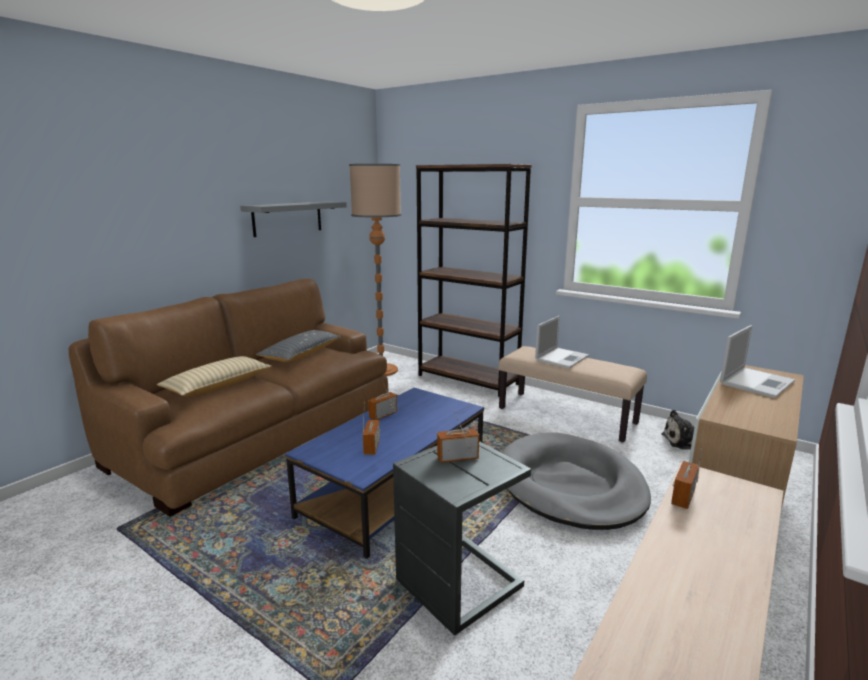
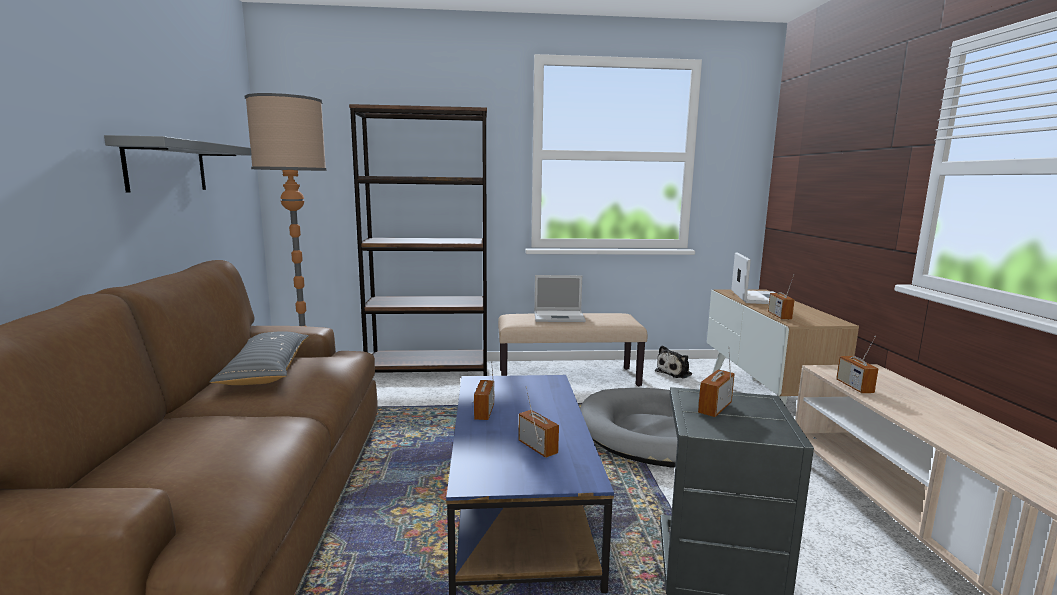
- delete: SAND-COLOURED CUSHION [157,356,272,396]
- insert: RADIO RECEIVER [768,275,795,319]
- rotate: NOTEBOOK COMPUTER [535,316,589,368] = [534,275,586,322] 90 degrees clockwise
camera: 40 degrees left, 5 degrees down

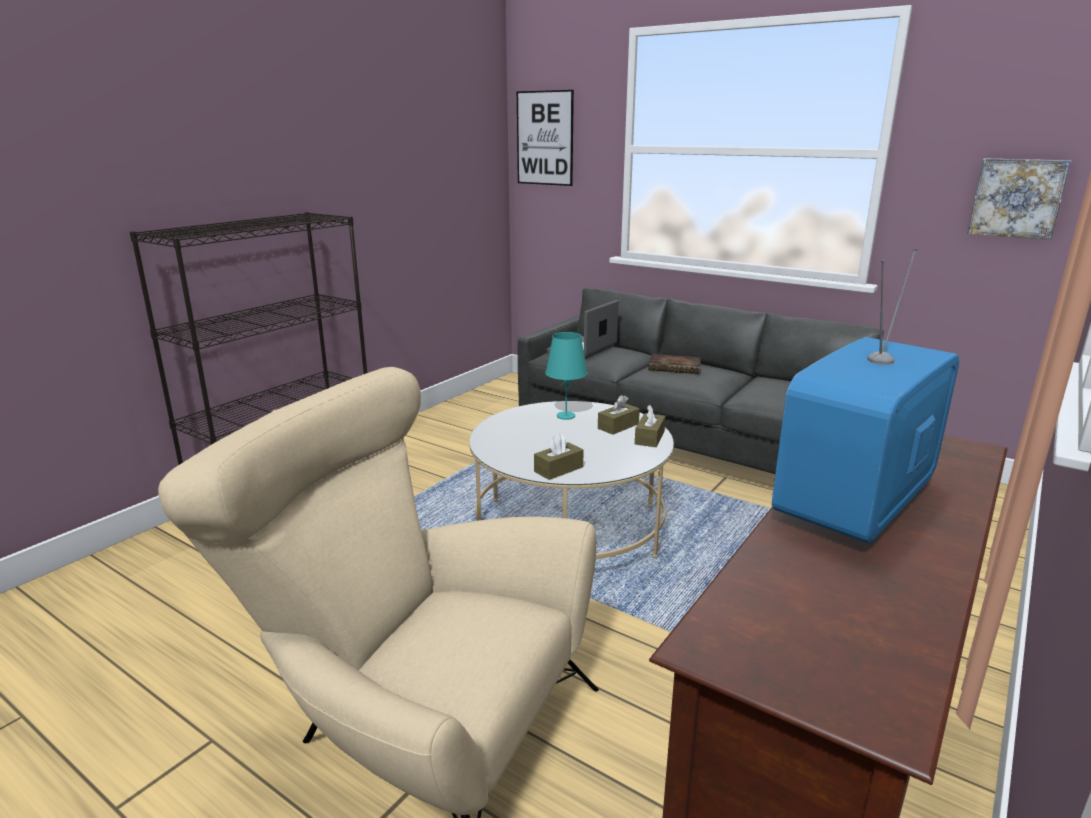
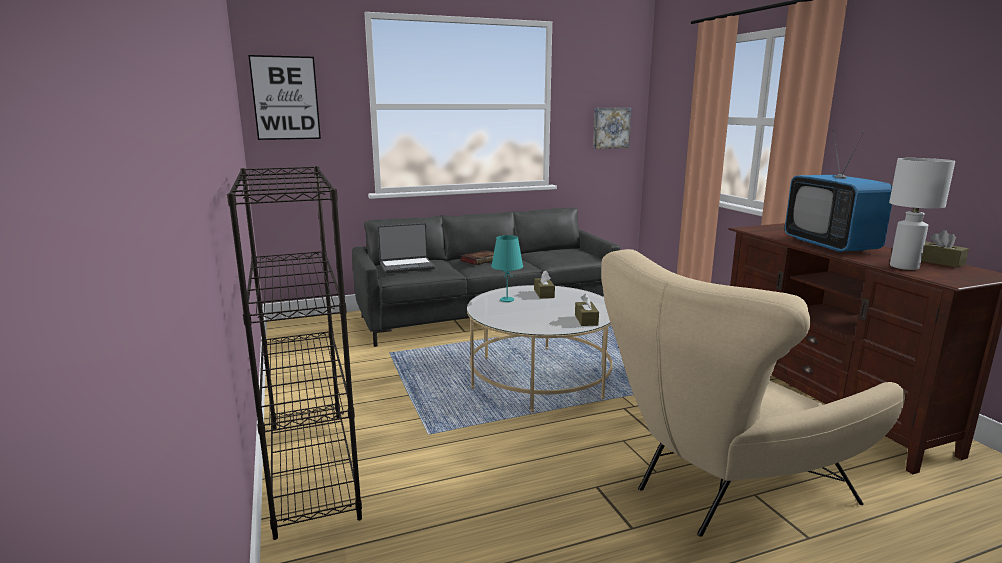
- insert: WHITISH TABLE LAMP [889,158,955,270]
- move: BROWN TISSUE HOLDER [635,405,666,447] to [921,230,969,268]
- rotate: NOTEBOOK COMPUTER [547,300,618,359] = [378,223,435,273] 90 degrees counterclockwise
camera: 55 degrees left, 5 degrees down

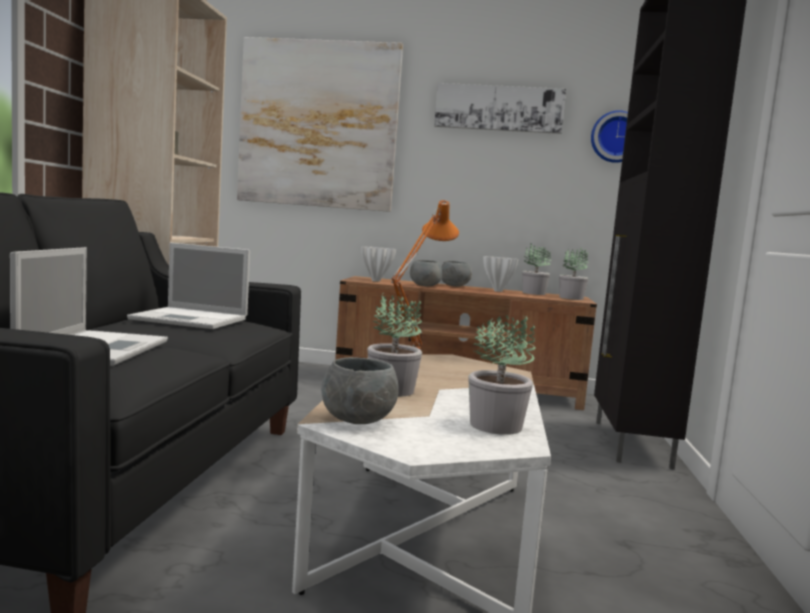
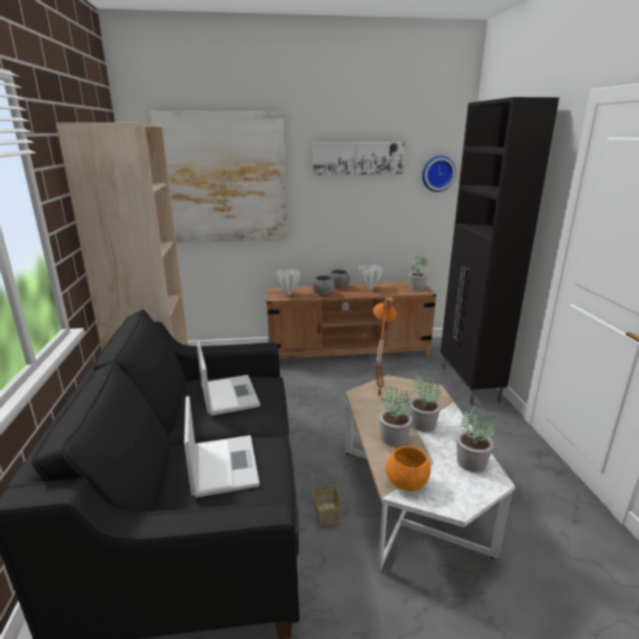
- insert: BASKET [311,467,342,527]
- move: POTTED PLANT [522,244,551,295] to [409,373,442,432]
- recolor: GREYISH DEEP DISH [321,357,399,424] to ORANGE DEEP DISH [386,446,431,491]
- rotate: NOTEBOOK COMPUTER [127,243,250,329] = [197,342,260,416] 105 degrees counterclockwise
camera: 15 degrees left, 15 degrees up

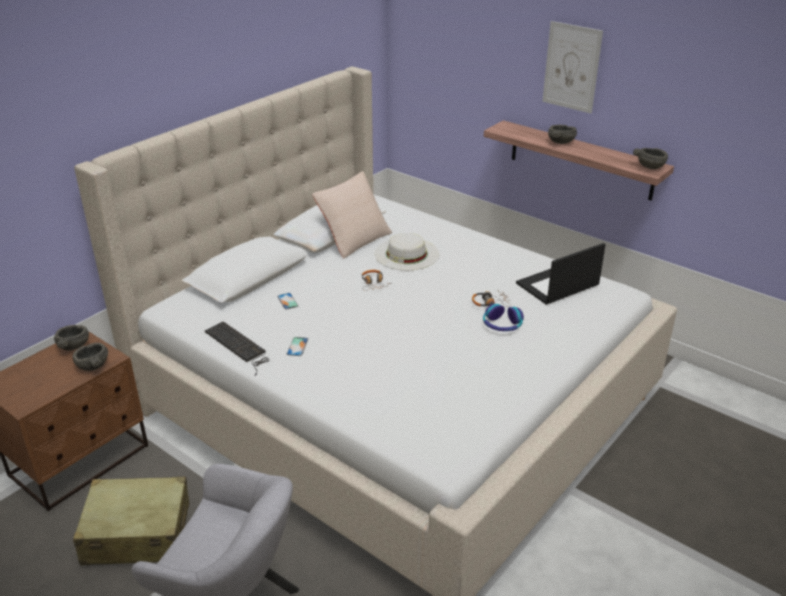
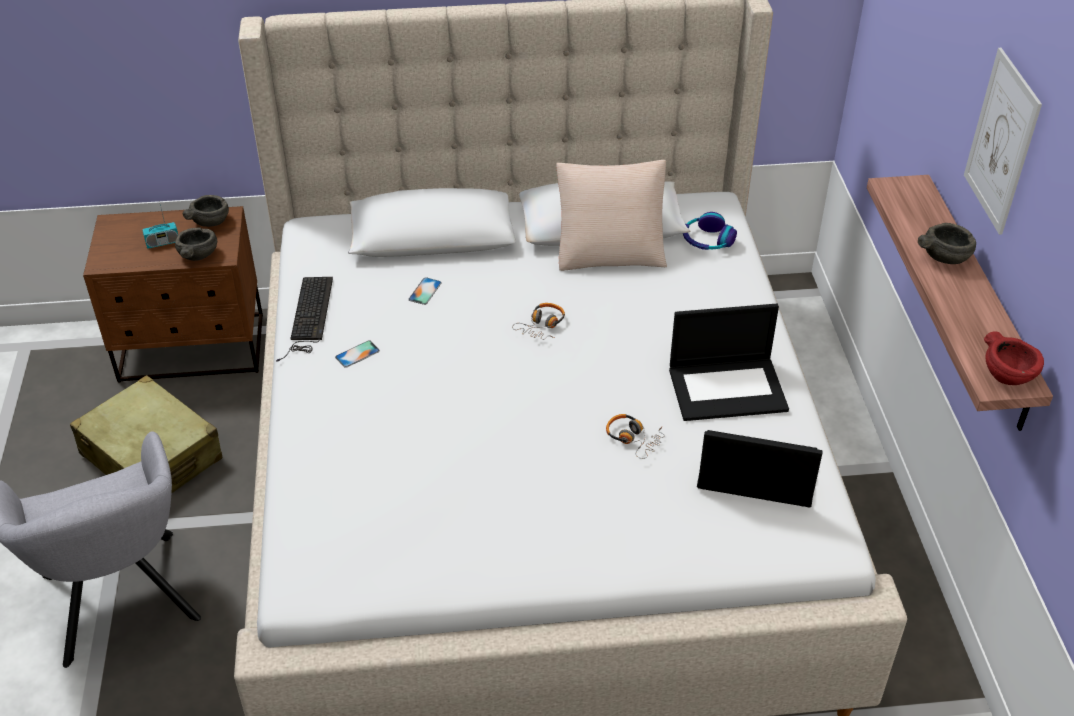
- delete: WHITISH WEARABLE HAT [374,233,439,270]
- insert: RADIO RECEIVER [142,201,178,249]
- insert: NOTEBOOK COMPUTER [669,304,789,421]
- move: PAIR OF HEADPHONES [483,304,524,331] to [683,212,737,250]
- recolor: GREYISH DEEP DISH [633,148,668,169] to REDDISH DEEP DISH [984,331,1044,385]
camera: 45 degrees right, 10 degrees up

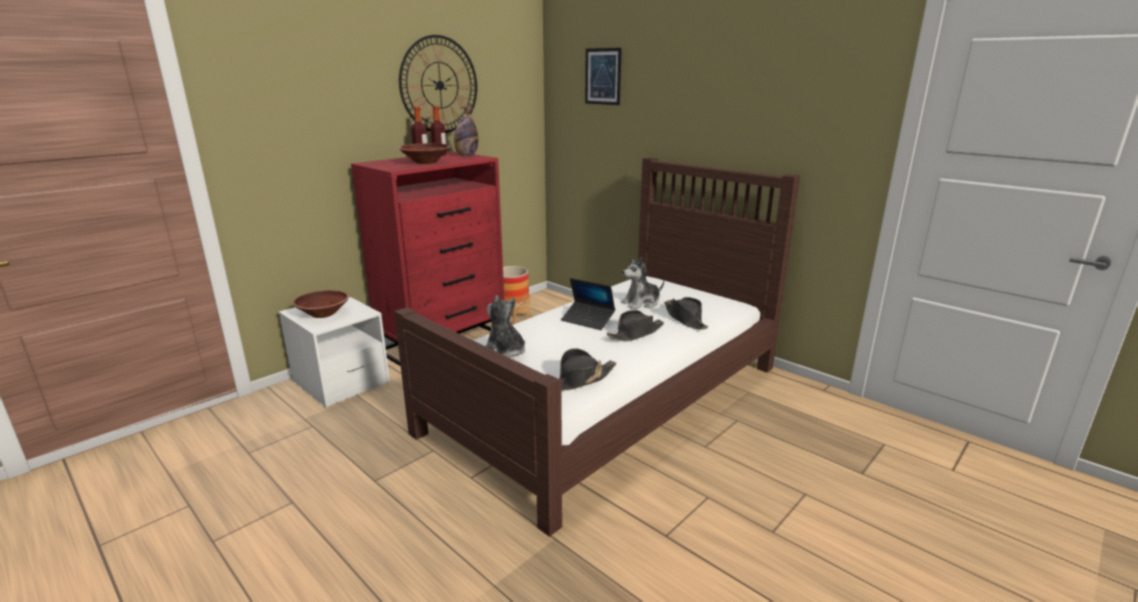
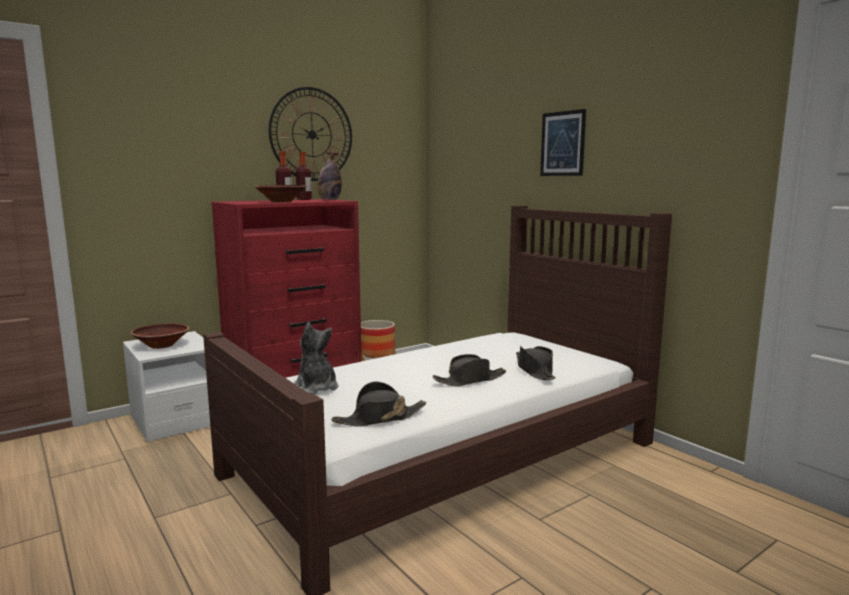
- delete: NOTEBOOK COMPUTER [561,278,615,330]
- delete: CUDDLY TOY [621,257,664,309]
- move: WALL PICTURE [585,48,622,105] to [540,109,586,176]
camera: 10 degrees right, 10 degrees down

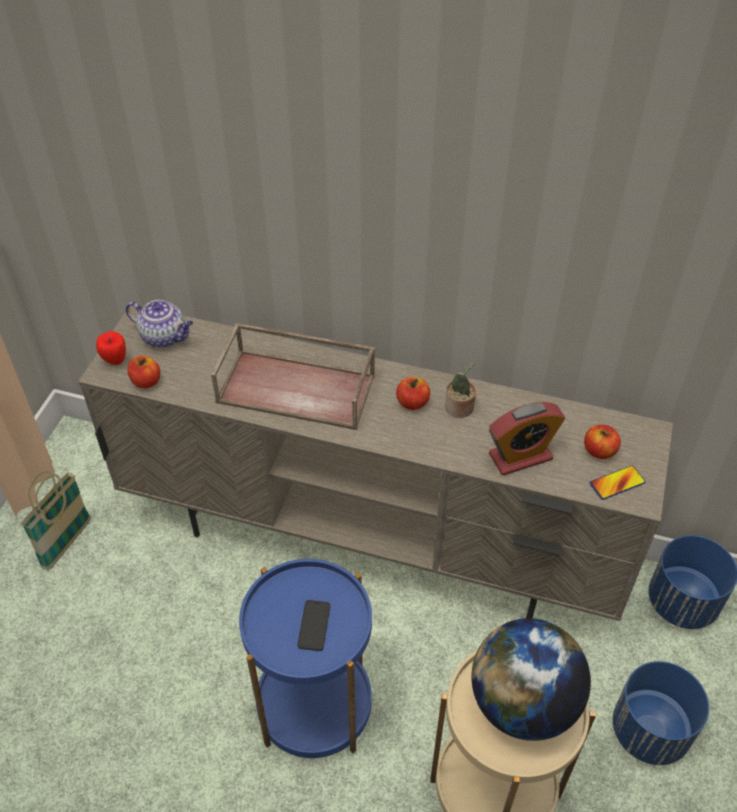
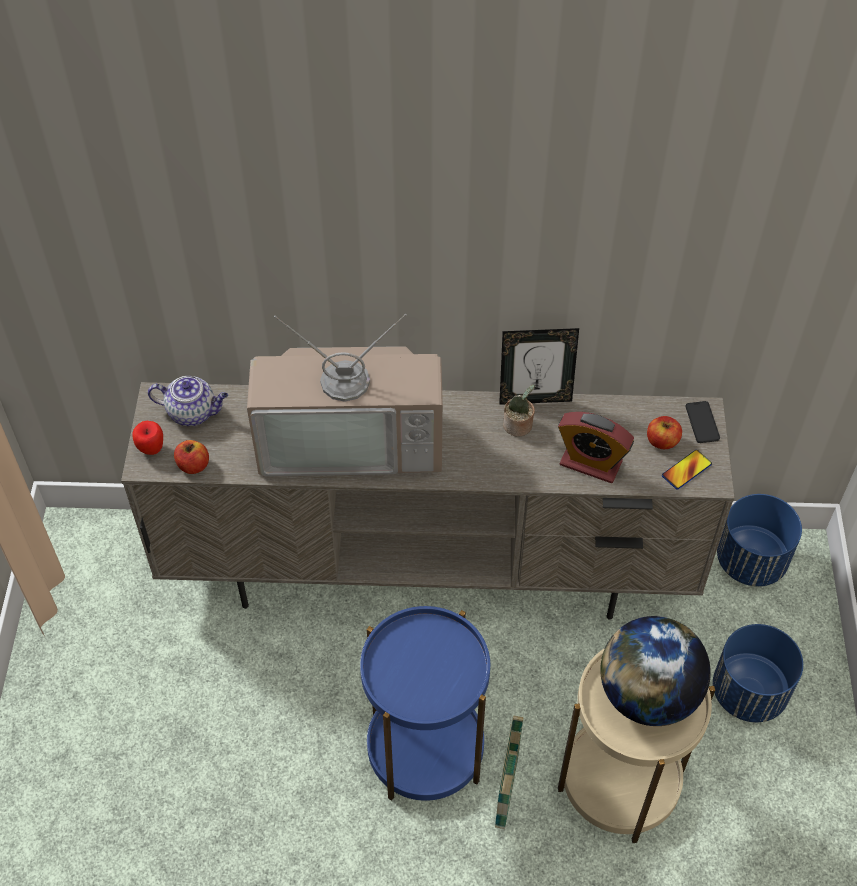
- delete: WHOLE APPLE [396,377,430,410]
- insert: PHOTO FRAME [499,328,579,405]
- move: BASKET [21,471,91,570] to [495,715,524,829]
- move: PHONE [297,600,331,651] to [685,401,720,443]
- replace: BROWN TRAY [211,323,375,430] to TELEVISION [247,314,443,476]
- rotate: ALARM CLOCK [489,402,565,475] = [558,412,634,483] 60 degrees clockwise
camera: 15 degrees left, 5 degrees up

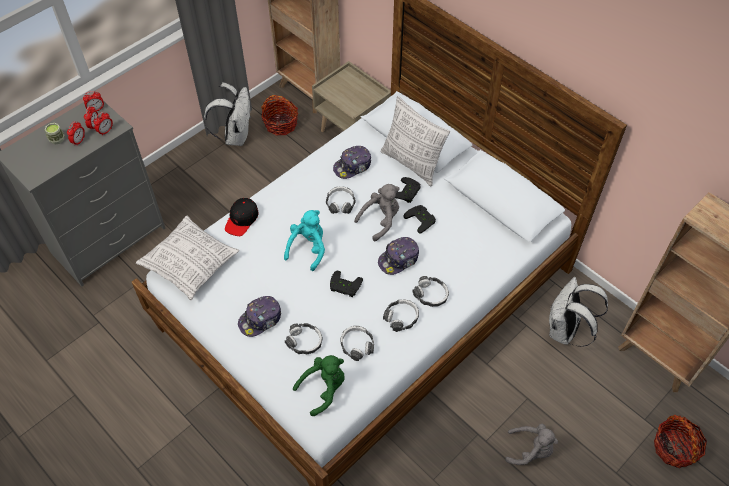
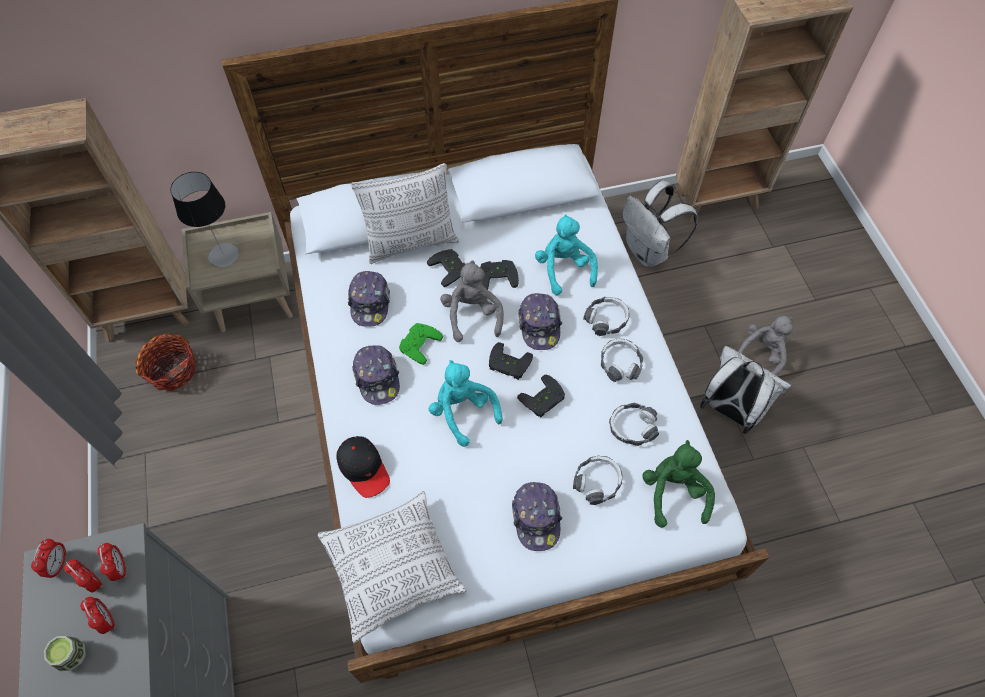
- delete: BASKET [654,415,707,468]
- insert: TABLE LAMP [171,172,239,267]
- insert: PEAKED CAP [352,345,400,405]
- insert: BLACK-COLOURED GAMEPAD [489,342,533,380]
- insert: BLUE-GREEN CUDDLY TOY [535,214,598,295]
- move: WHITISH RUCKSACK [204,82,251,146] to [700,346,791,434]
- replace: PAIR OF HEADPHONES [326,186,356,214] to GREEN-COLOURED GAMEPAD [399,323,443,365]
camera: 60 degrees left, 5 degrees up

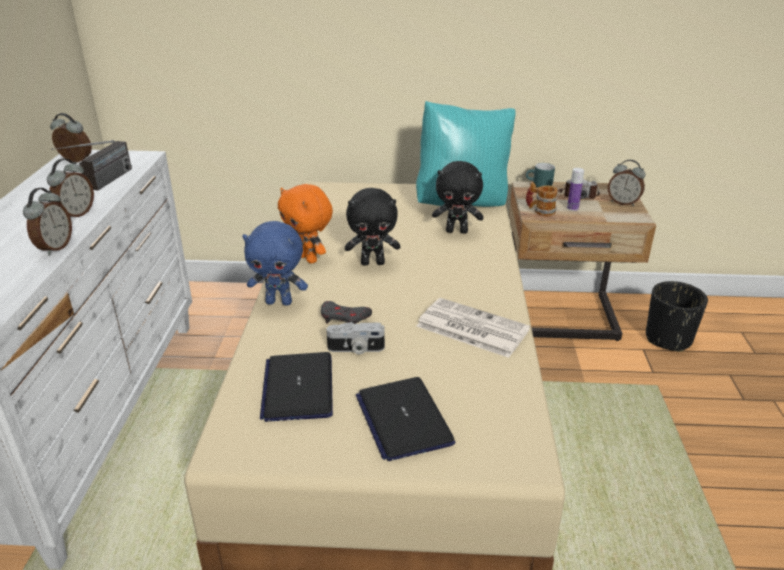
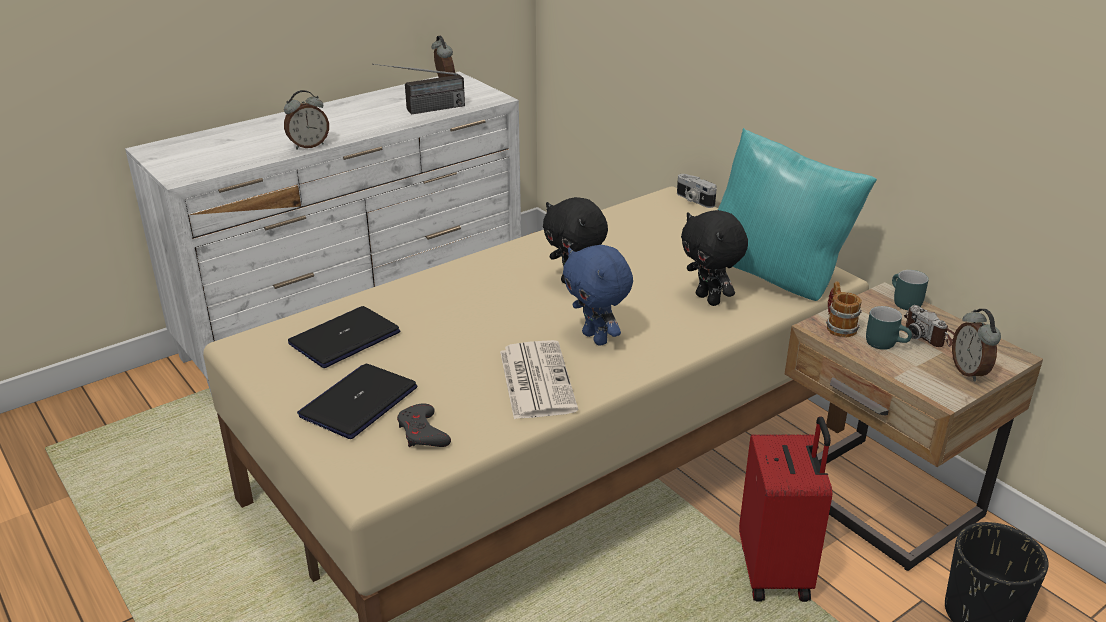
- delete: ALARM CLOCK [47,159,94,218]
- delete: ORANGE CUDDLY TOY [278,184,333,264]
- insert: REDDISH PIECE OF LUGGAGE [739,417,833,602]
- move: BLUE-COLOURED CUDDLY TOY [242,221,308,306] to [563,245,633,346]
- move: GREYISH GAMEPAD [321,301,372,324] to [397,404,451,447]
- move: PHOTO CAMERA [326,322,385,354] to [677,174,717,208]
- replace: BEVERAGE BOTTLE [567,168,584,211] to BLUE-GREEN TEA MUG [866,306,912,350]
camera: 50 degrees right, 0 degrees up

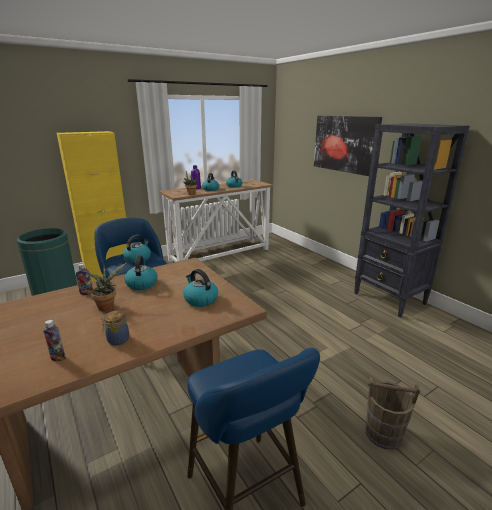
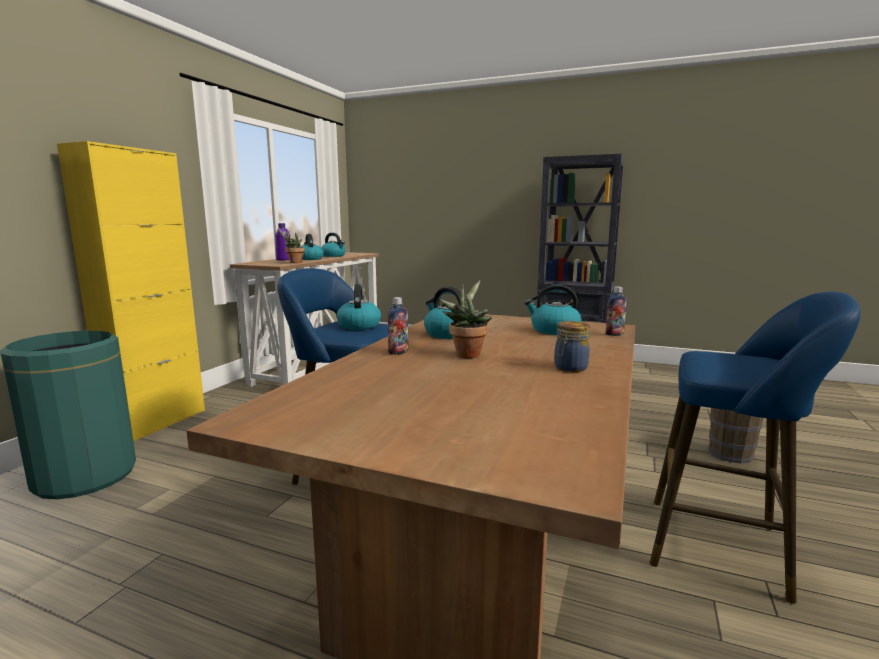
- delete: WALL PICTURE [314,116,382,176]
- move: BEVERAGE BOTTLE [43,320,66,361] to [606,287,627,336]
camera: 35 degrees left, 10 degrees down

